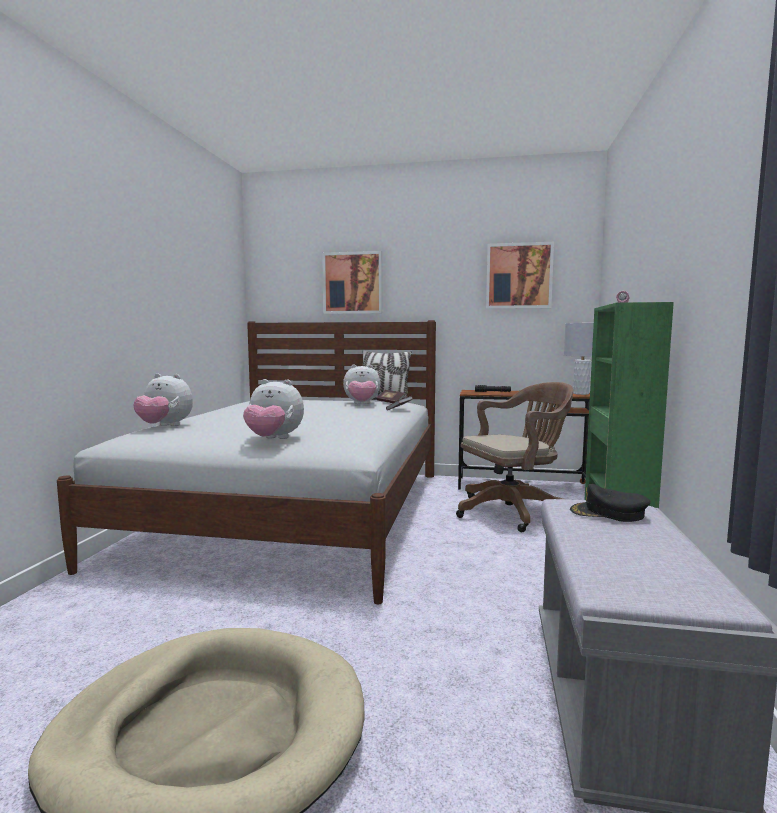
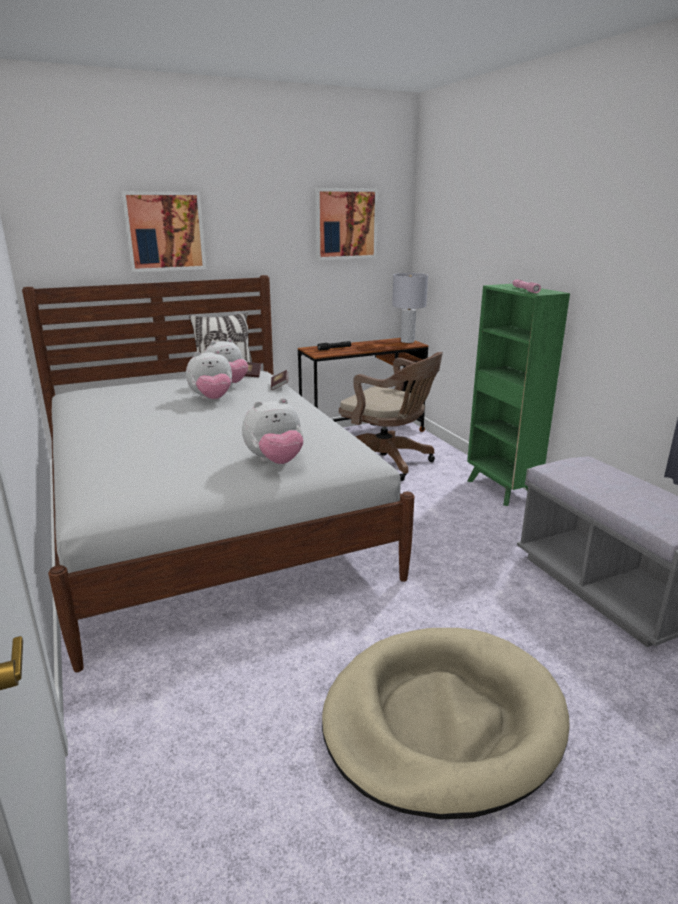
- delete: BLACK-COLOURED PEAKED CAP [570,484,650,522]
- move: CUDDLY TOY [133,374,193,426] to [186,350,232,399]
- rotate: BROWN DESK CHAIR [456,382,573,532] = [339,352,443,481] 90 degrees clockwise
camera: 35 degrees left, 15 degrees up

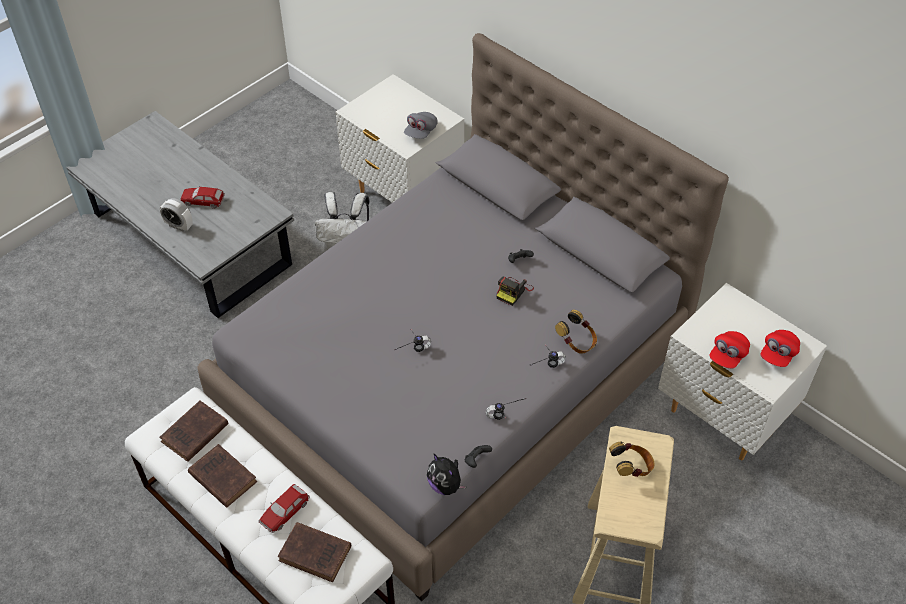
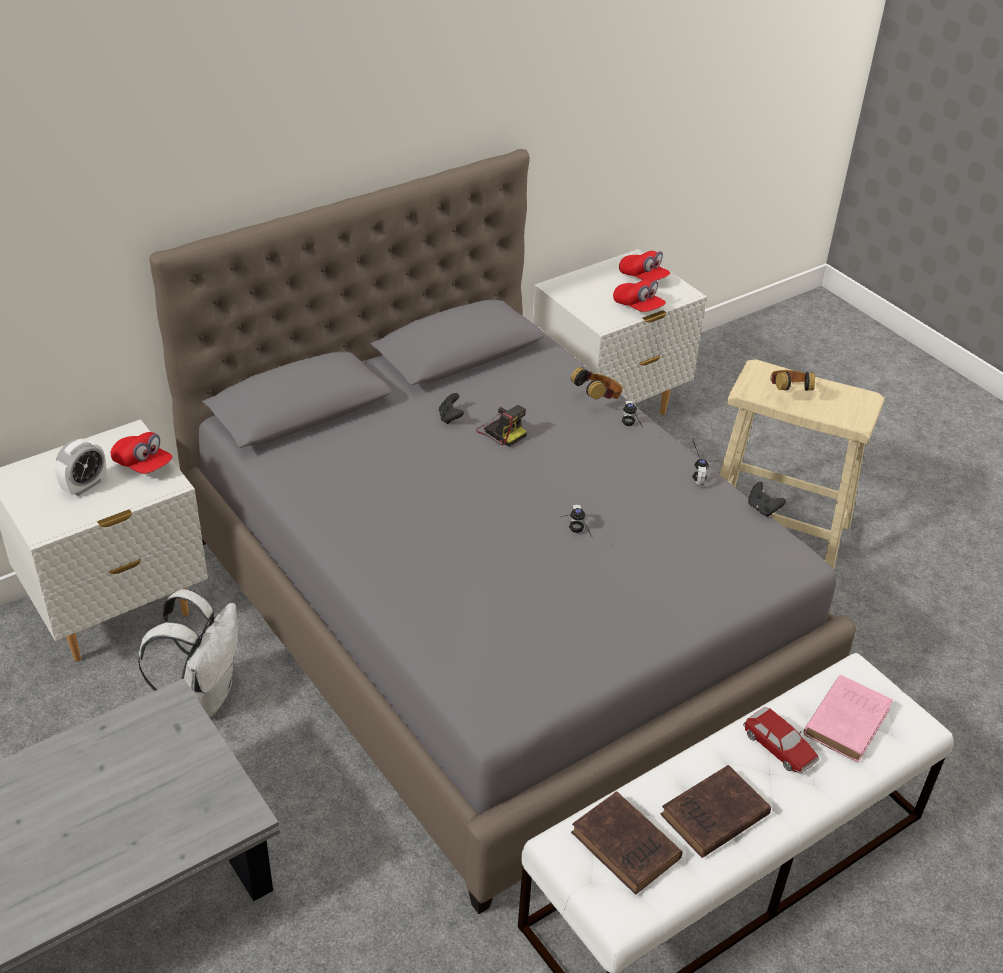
- delete: TOY CAR [180,186,225,209]
- delete: CUDDLY TOY [427,453,467,495]
- move: ALARM CLOCK [160,198,193,232] to [55,439,106,496]
- recolor: BROWN BOOK [278,522,351,582] to PINKISH BOOK [803,675,893,762]
- recolor: GREYISH PEAKED CAP [404,112,438,139] to REDDISH PEAKED CAP [110,432,172,474]
camera: 80 degrees left, 10 degrees down

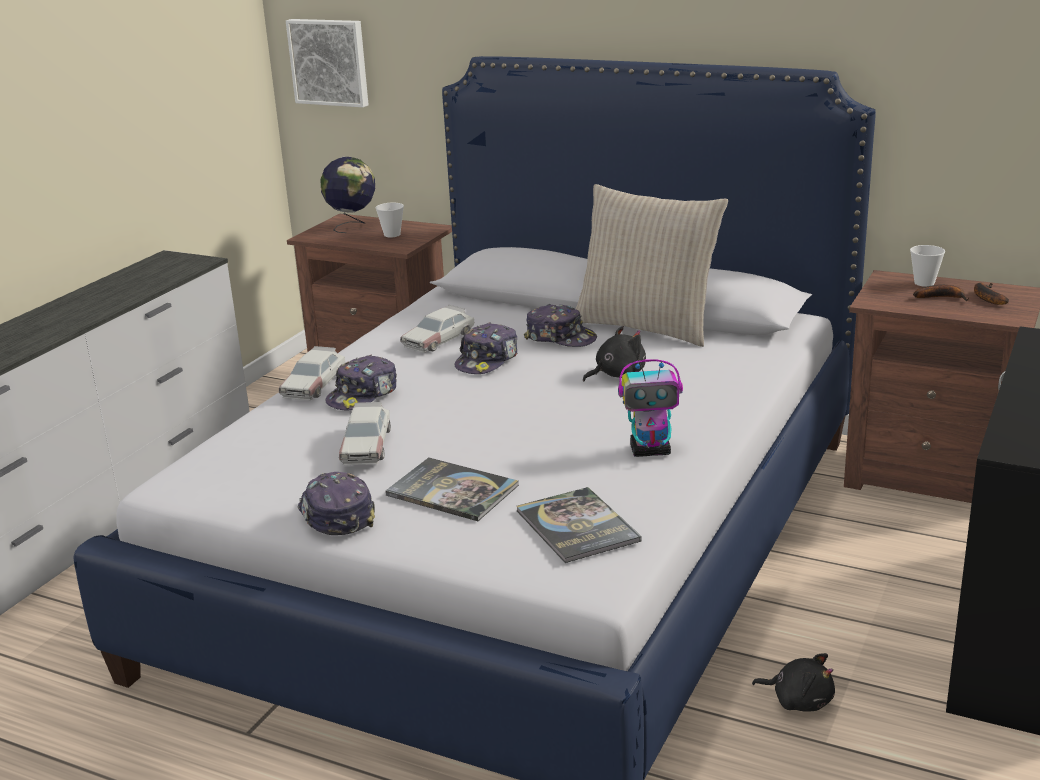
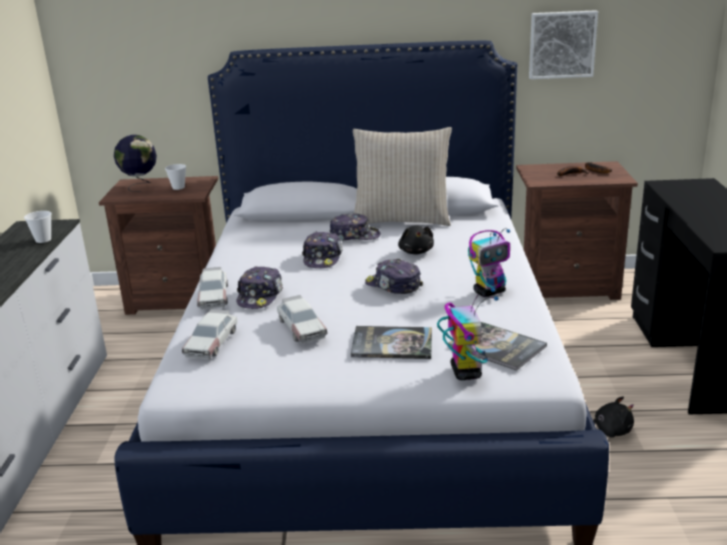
- insert: ROBOT FIGURE [437,288,499,380]
- move: WALL PICTURE [286,19,369,107] to [529,10,598,79]
- move: PEAKED CAP [297,472,375,535] to [365,259,423,294]
- move: TOY CAR [400,305,474,353] to [182,309,237,360]
- move: DRINKING CUP [910,245,945,287] to [24,211,52,243]
- rotate: BLACK-COLOURED CUDDLY TOY [583,326,646,381] = [398,226,434,255] 135 degrees clockwise
camera: 25 degrees left, 0 degrees up

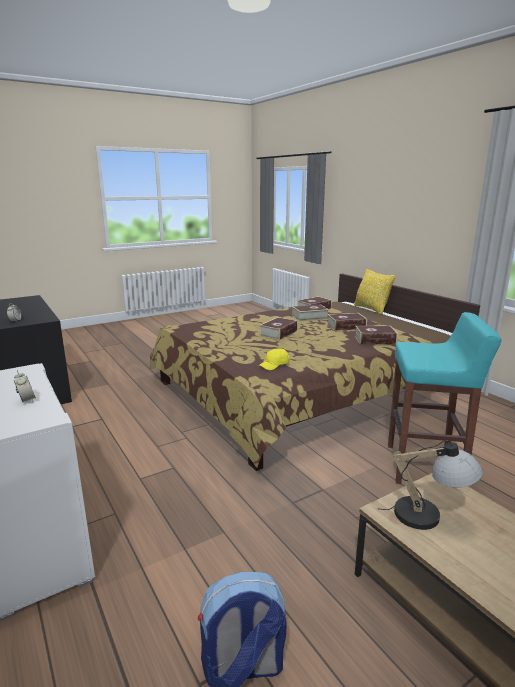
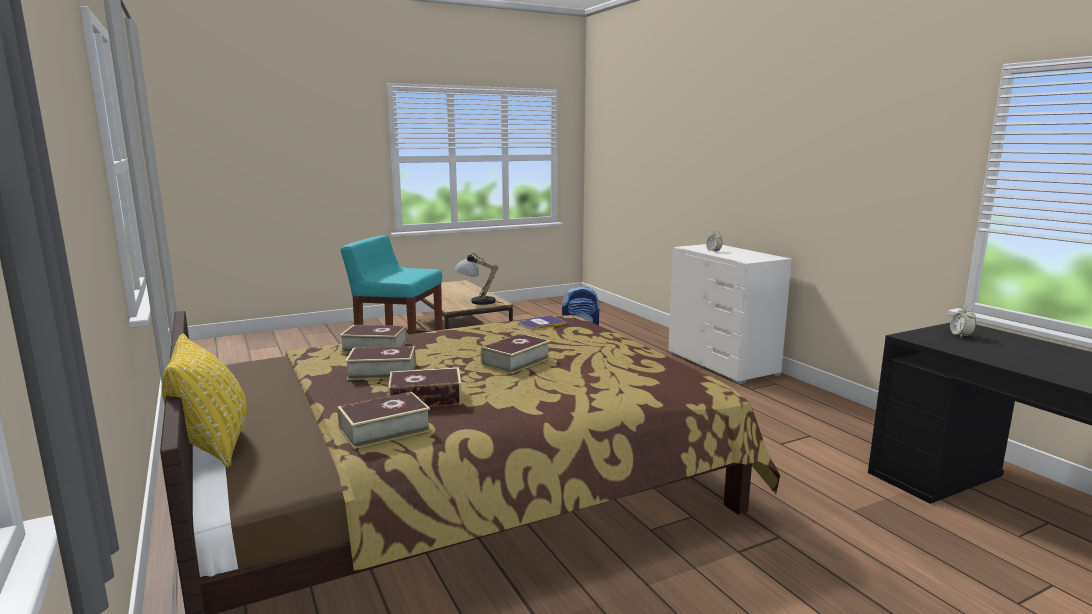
- replace: YELLOW-COLOURED PEAKED CAP [258,348,289,370] to BOOK [518,316,567,330]
camera: 175 degrees left, 5 degrees down

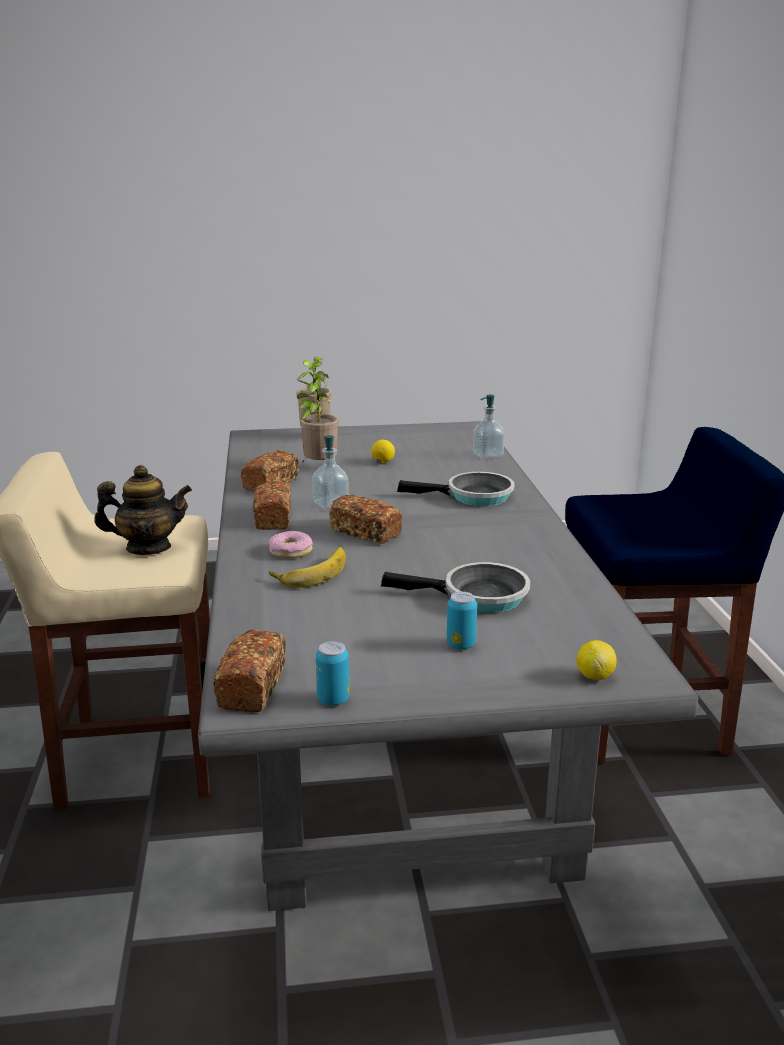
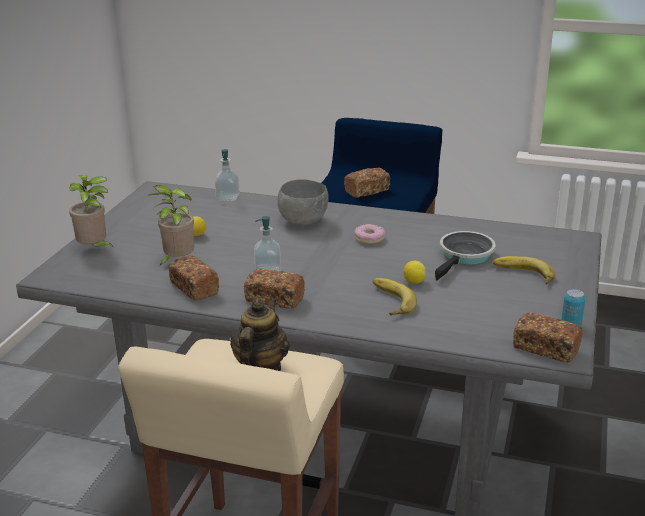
- move: DONUT [268,531,313,559] to [354,224,385,244]
- move: BAKERY BREAD [329,495,402,544] to [344,168,390,198]
- move: WHOLE LEMON [577,640,617,680] to [403,261,426,284]
- replace: PAN [397,472,515,506] to GREYISH DEEP DISH [277,179,329,225]
- replace: SEALED CAN [447,591,477,649] to BANANA FRUIT [493,256,555,285]
camera: 65 degrees left, 5 degrees up

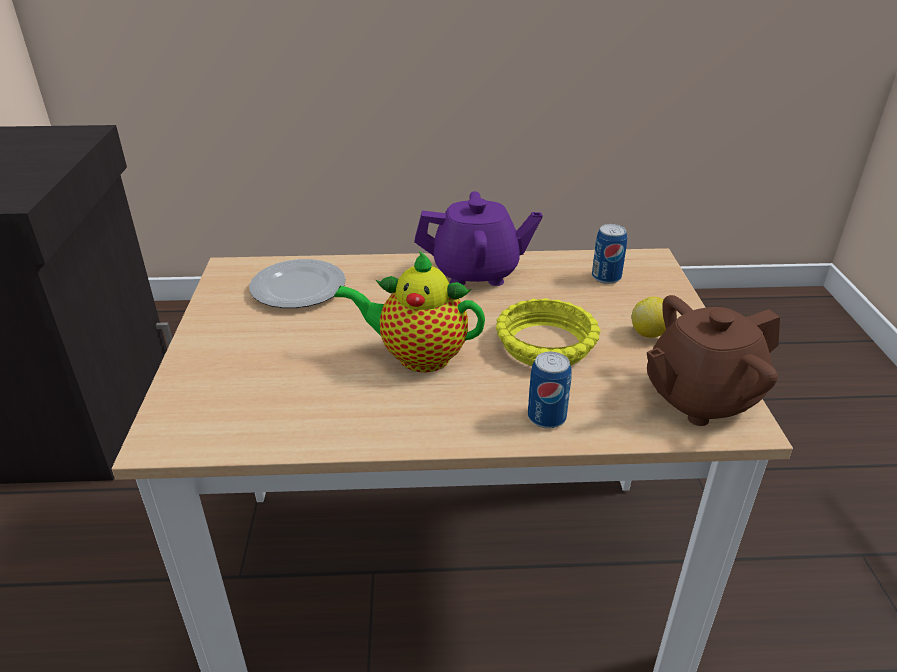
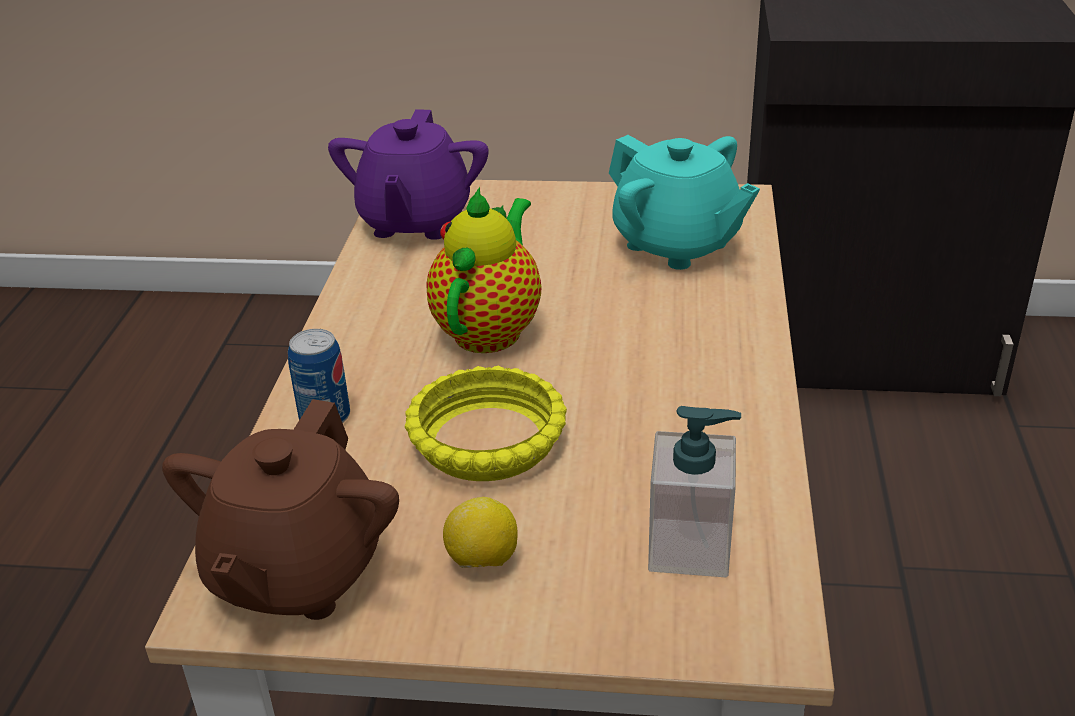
- move: PURPLE TEAPOT [414,191,543,286] to [328,109,489,240]
- replace: PLATE [249,259,346,308] to BLUE-GREEN TEAPOT [609,135,760,270]
- replace: SEALED CAN [592,224,627,284] to SOAP DISPENSER [648,406,741,577]
- rotate: BROWN TEAPOT [647,295,780,426] = [162,399,399,620] 150 degrees counterclockwise
camera: 100 degrees right, 0 degrees up

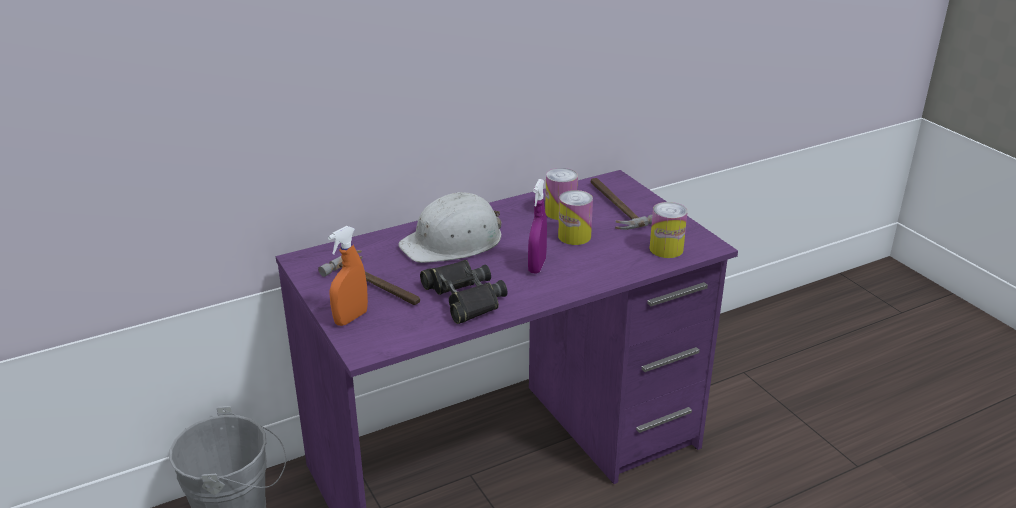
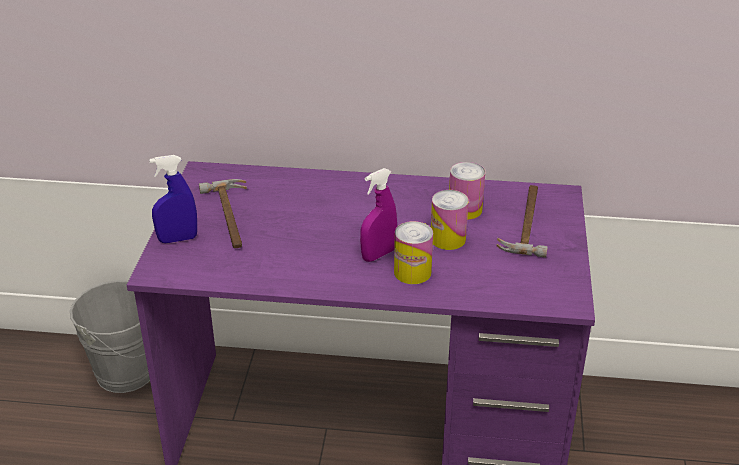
- delete: WHITISH SAFETY HELMET [398,192,501,263]
- delete: BLACK-COLOURED FIELD GLASSES [420,260,508,324]
- move: SEALED CAN [650,202,688,258] to [394,221,433,284]
- recolor: ORANGE SPRAY BOTTLE [328,226,368,326] to BLUE-COLOURED SPRAY BOTTLE [149,155,197,244]
camera: 35 degrees right, 5 degrees up

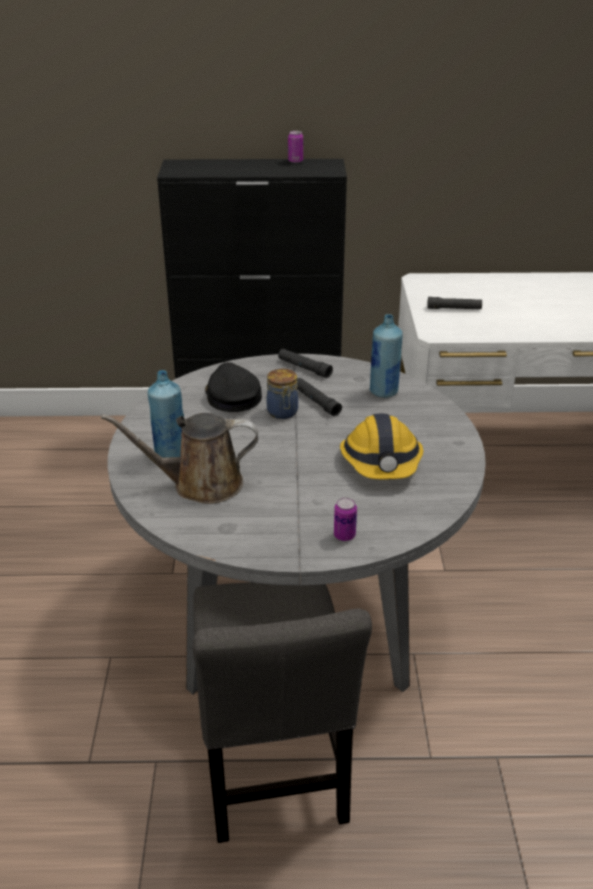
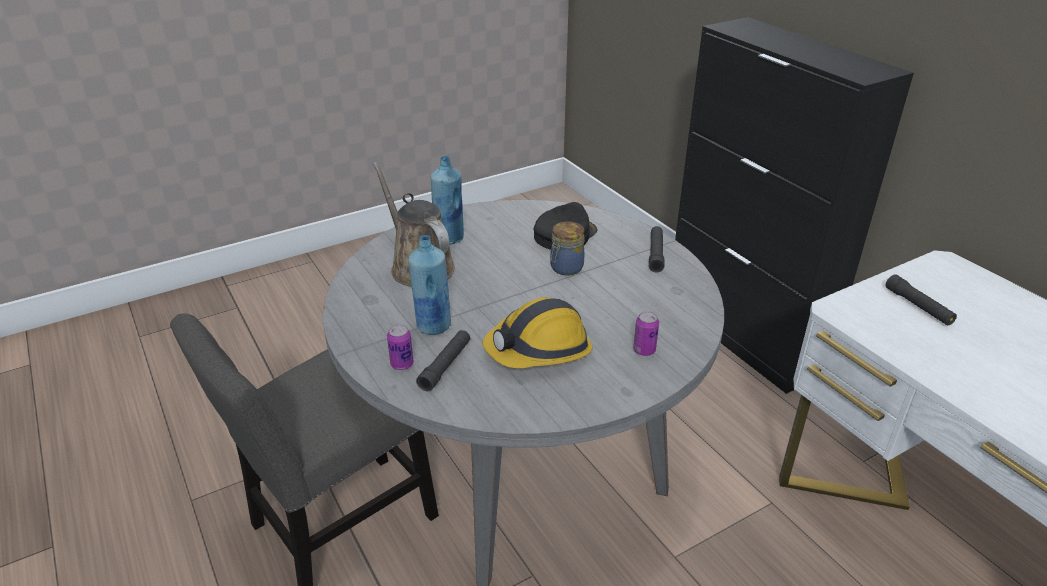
- move: SEALED CAN [288,131,303,163] to [633,311,659,356]
- move: BLACK-COLOURED HAND TORCH [297,378,342,416] to [416,330,470,391]
- move: BLUE-COLOURED BEVERAGE BOTTLE [370,314,403,398] to [408,235,451,335]
camera: 60 degrees right, 0 degrees up

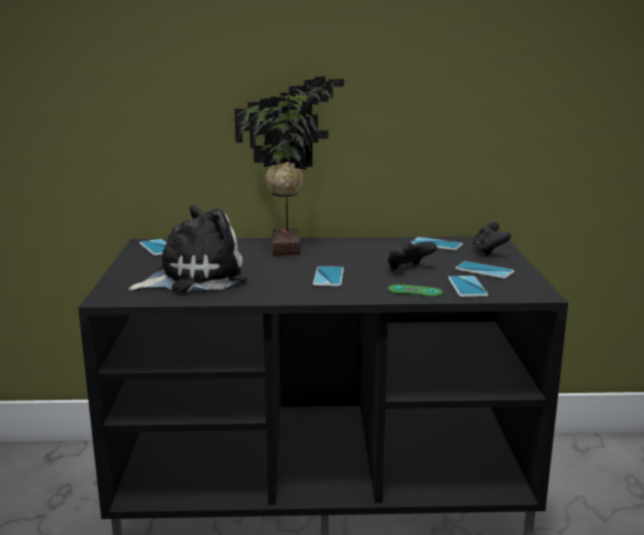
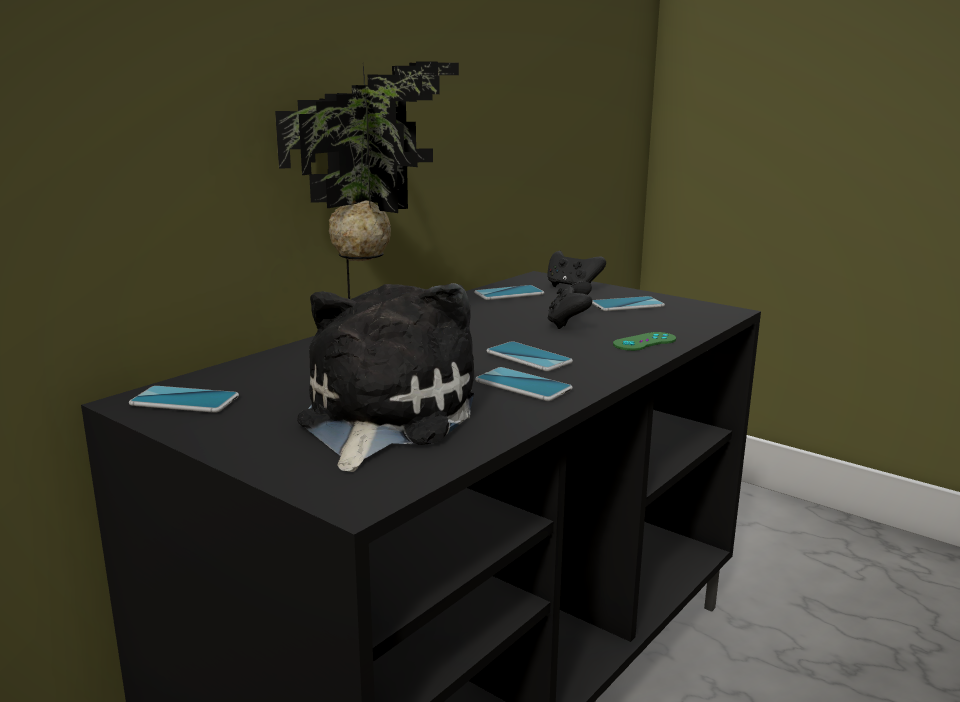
- move: PHONE [448,276,488,297] to [475,367,573,401]
camera: 50 degrees left, 0 degrees up

